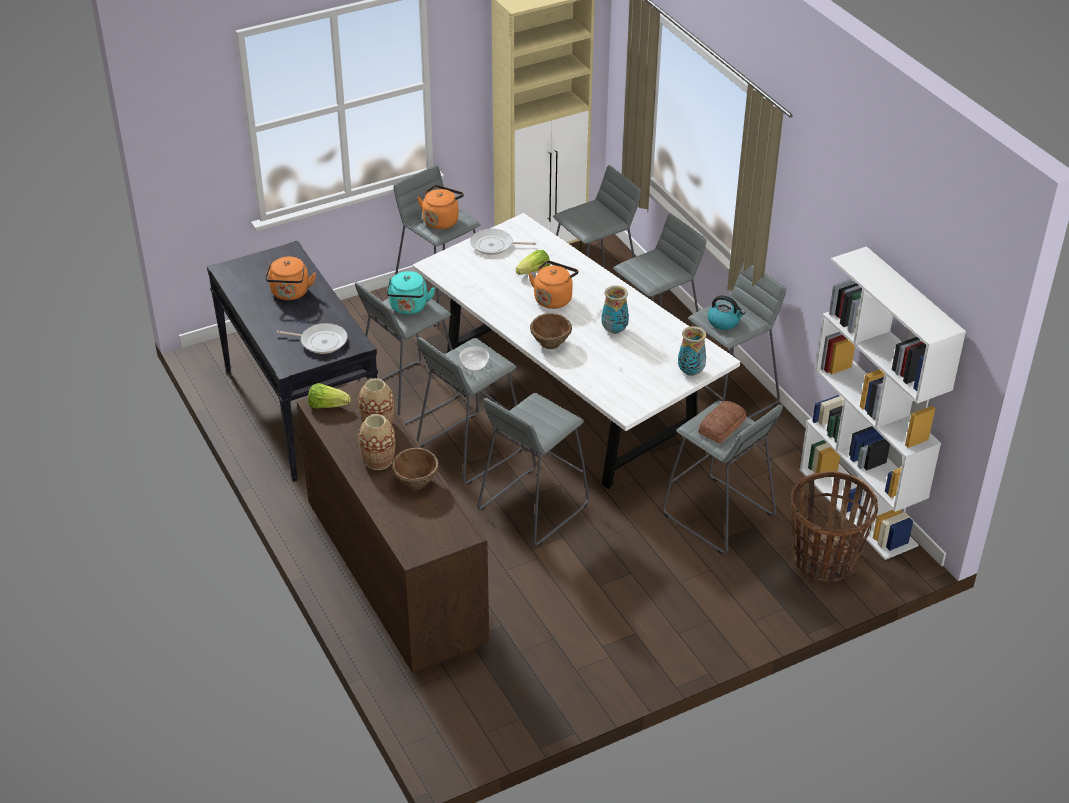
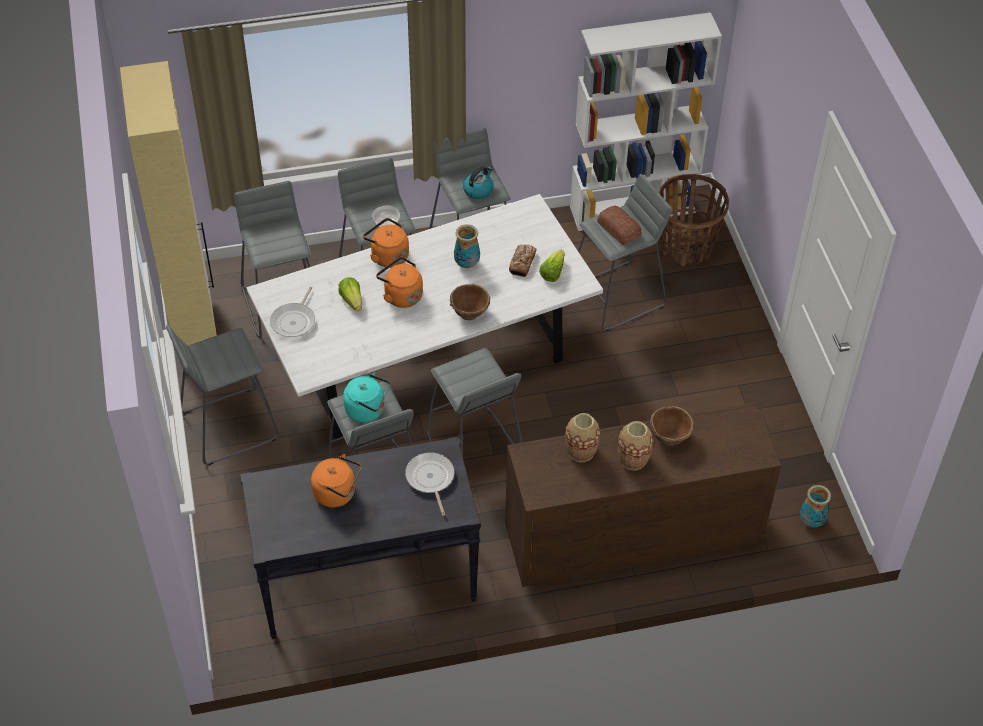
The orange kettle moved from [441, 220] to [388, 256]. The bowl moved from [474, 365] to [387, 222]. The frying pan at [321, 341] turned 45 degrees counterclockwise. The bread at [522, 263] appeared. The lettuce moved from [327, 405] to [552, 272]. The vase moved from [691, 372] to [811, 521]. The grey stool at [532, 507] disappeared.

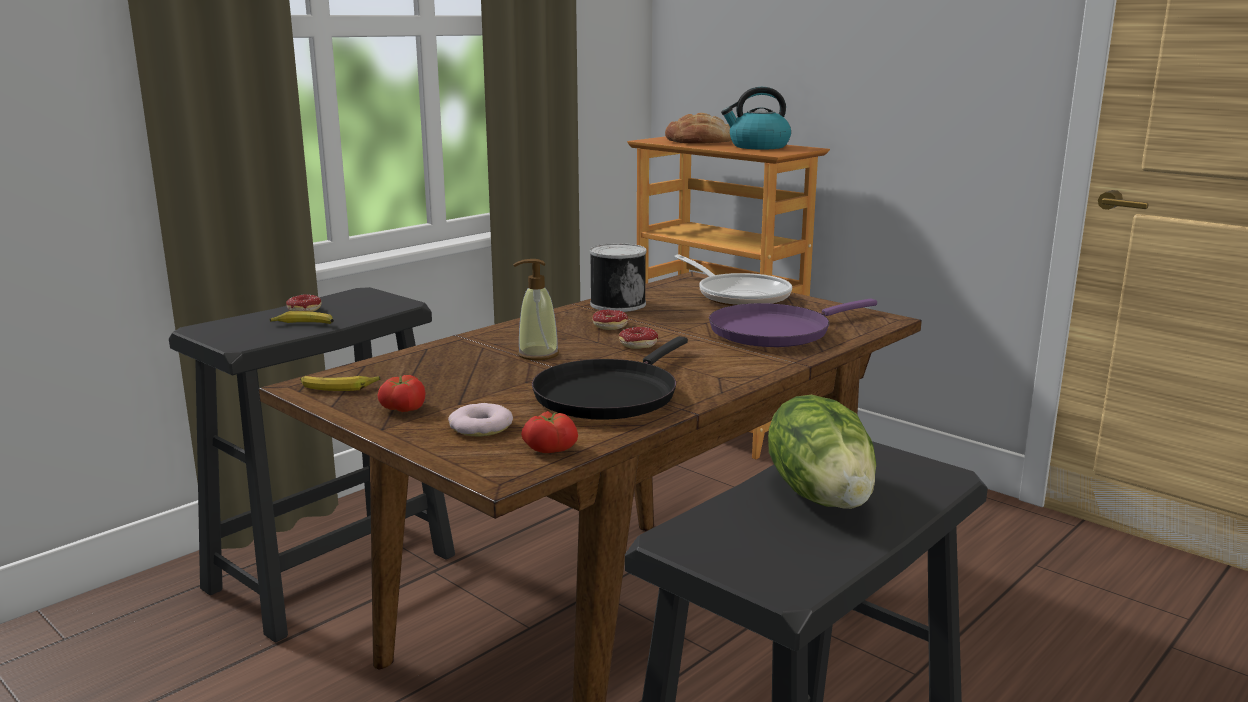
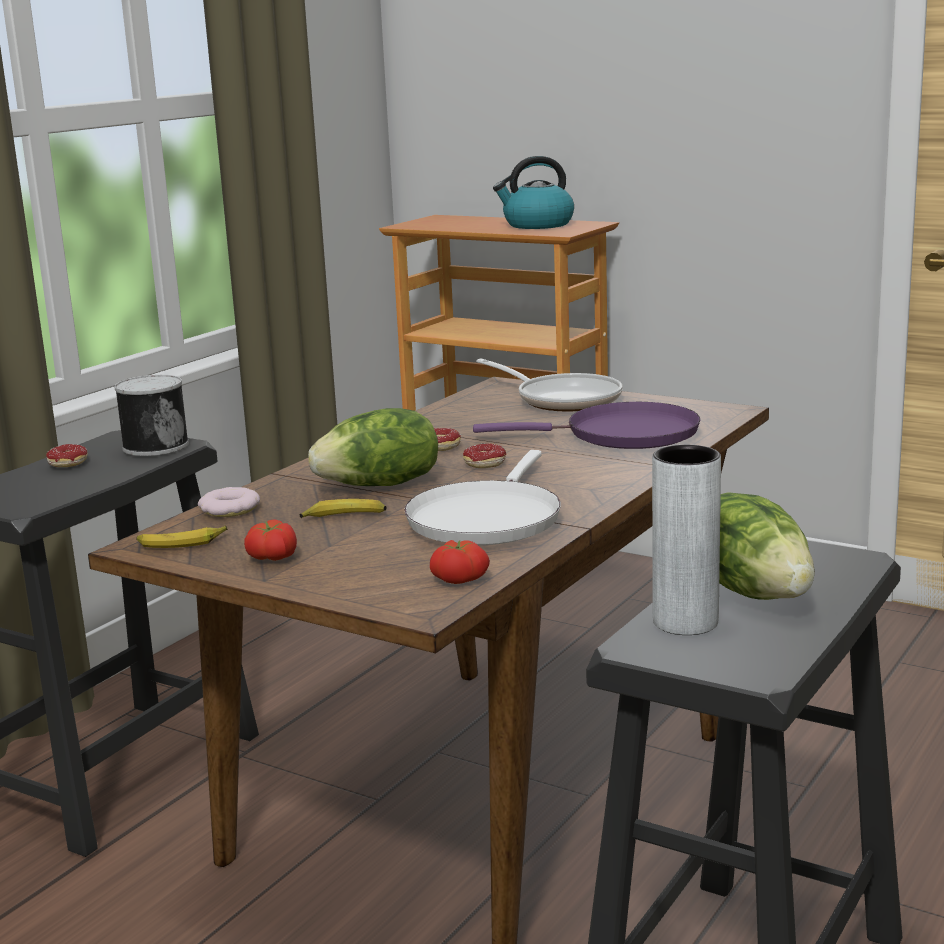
The can moved from [617, 304] to [155, 445]. The donut moved from [481, 427] to [230, 509]. The banana moved from [304, 324] to [344, 516]. The soap dispenser at [538, 354] was replaced by the lettuce at [381, 485]. The black frying pan at [609, 394] became the white frying pan at [486, 519]. The purple frying pan at [775, 331] turned 135 degrees counterclockwise. The grey vase at [685, 622] appeared. The bread at [699, 141] disappeared.

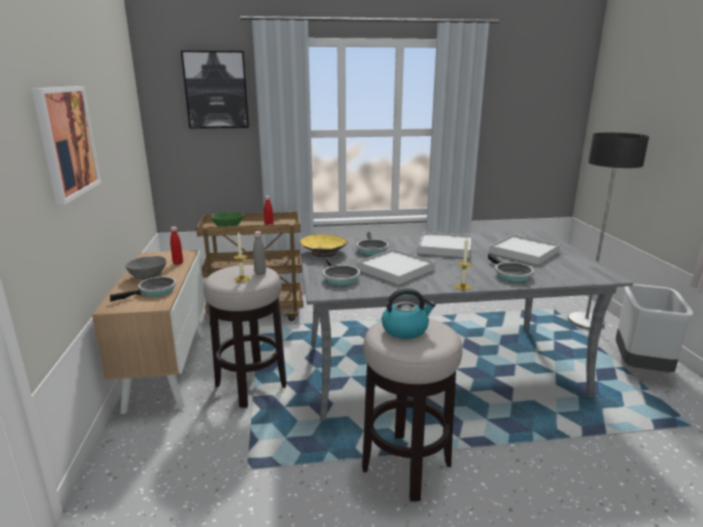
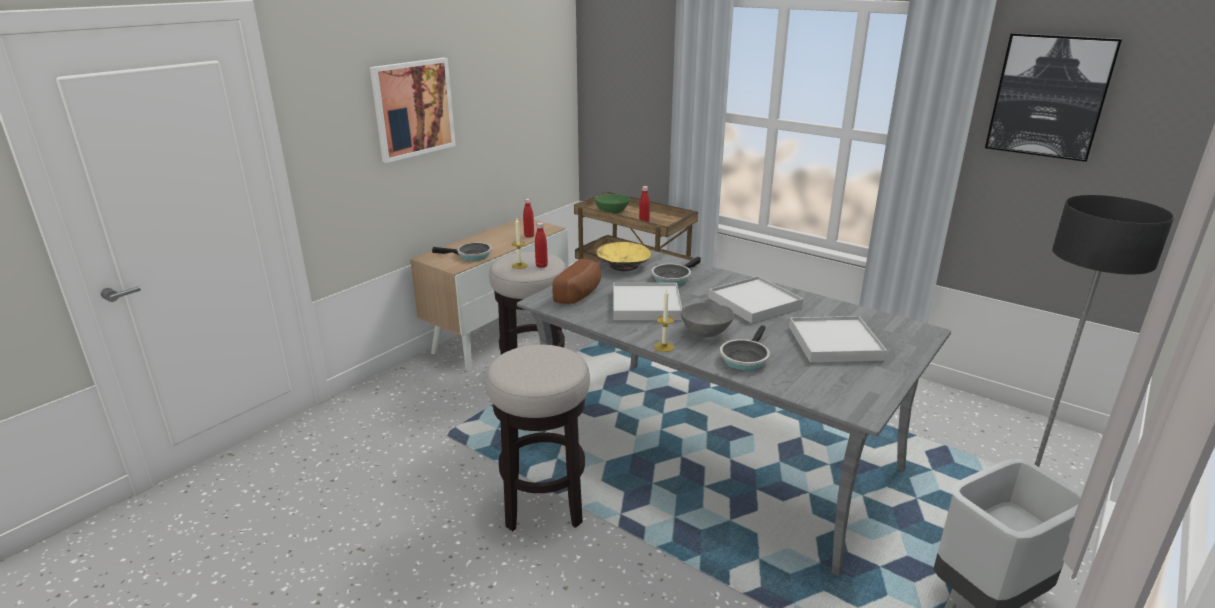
The grey bottle at [260, 273] became the red bottle at [541, 266]. The frying pan at [339, 278] was replaced by the bread at [580, 294]. The grey bowl moved from [148, 277] to [706, 332]. The picture moved from [216, 90] to [1049, 96]. The kettle at [405, 329] disappeared.

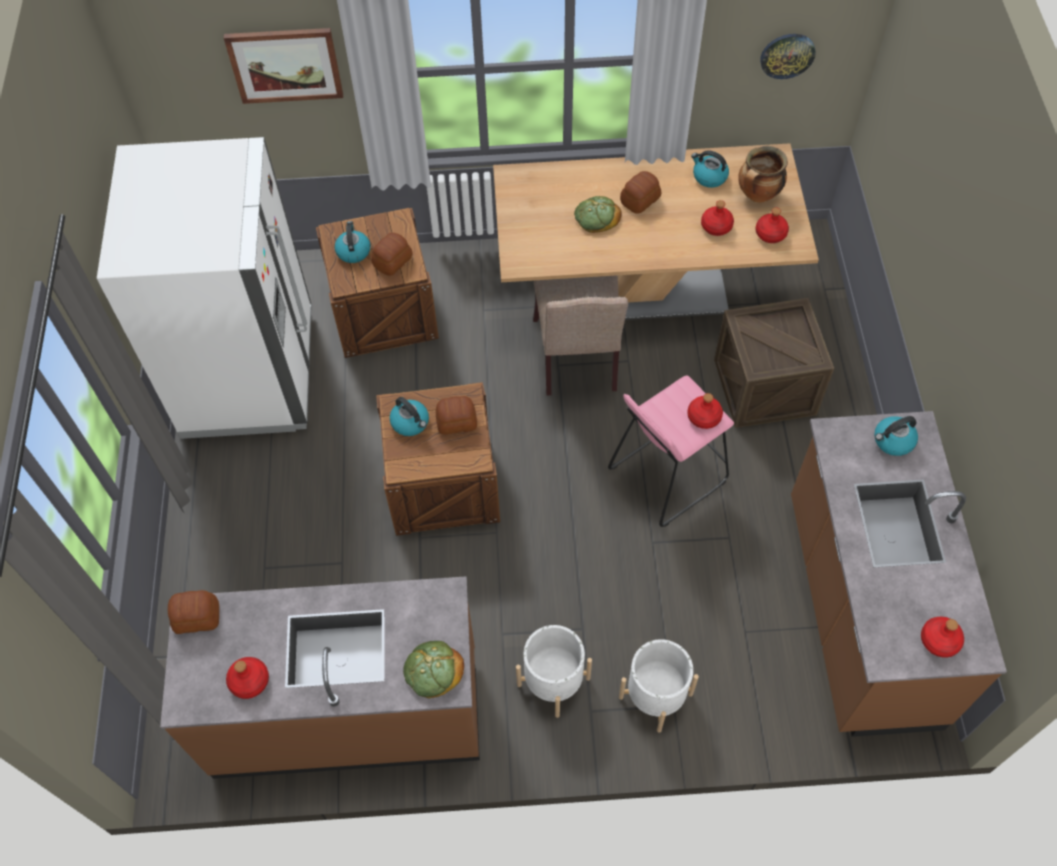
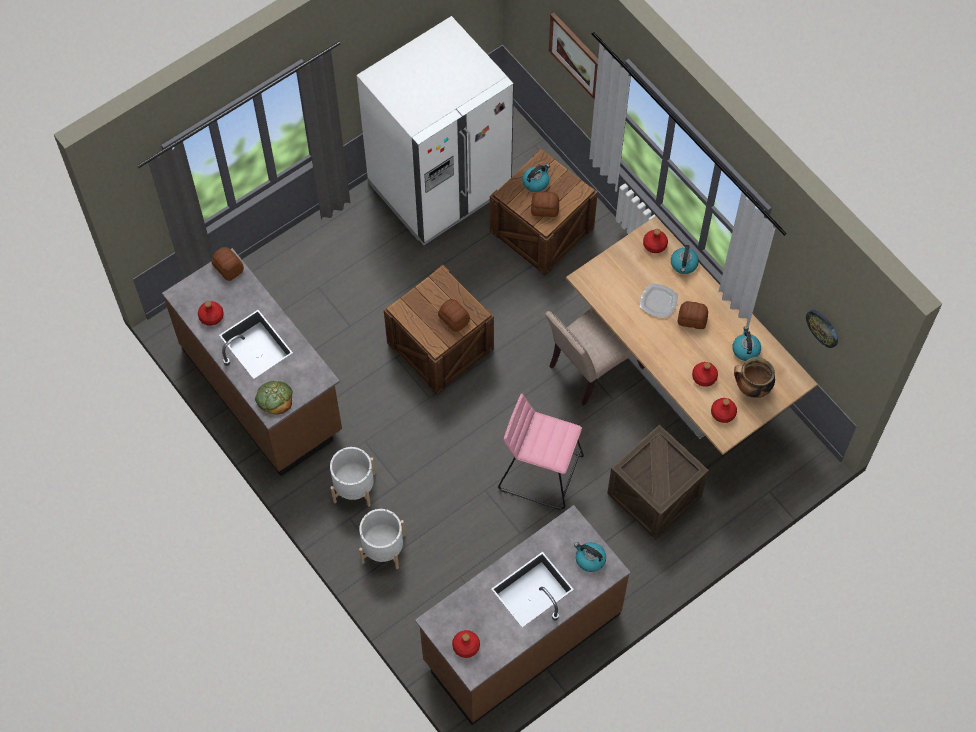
The bread at [596, 216] was replaced by the plate at [658, 301]. The red bottle moved from [704, 417] to [655, 244]. The kettle moved from [411, 423] to [684, 264].

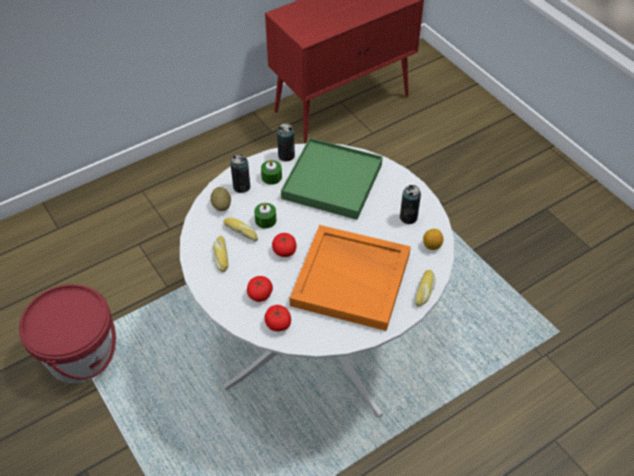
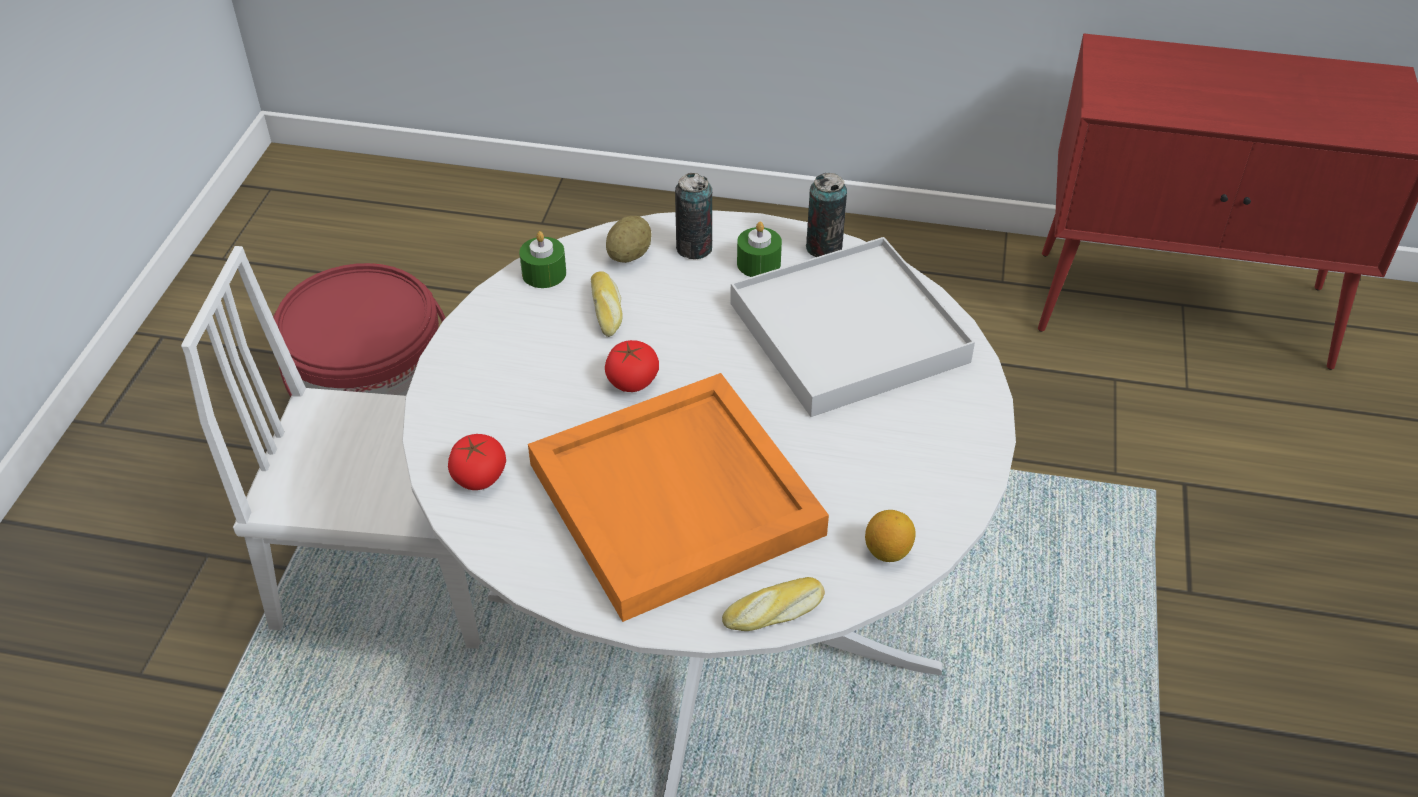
The white chair at [397, 570] appeared. The green candle moved from [265, 220] to [544, 273]. The green tray at [332, 181] became the white tray at [849, 333]. The bread at [220, 256] disappeared. The tomato at [259, 294] disappeared. The can at [408, 217] disappeared.

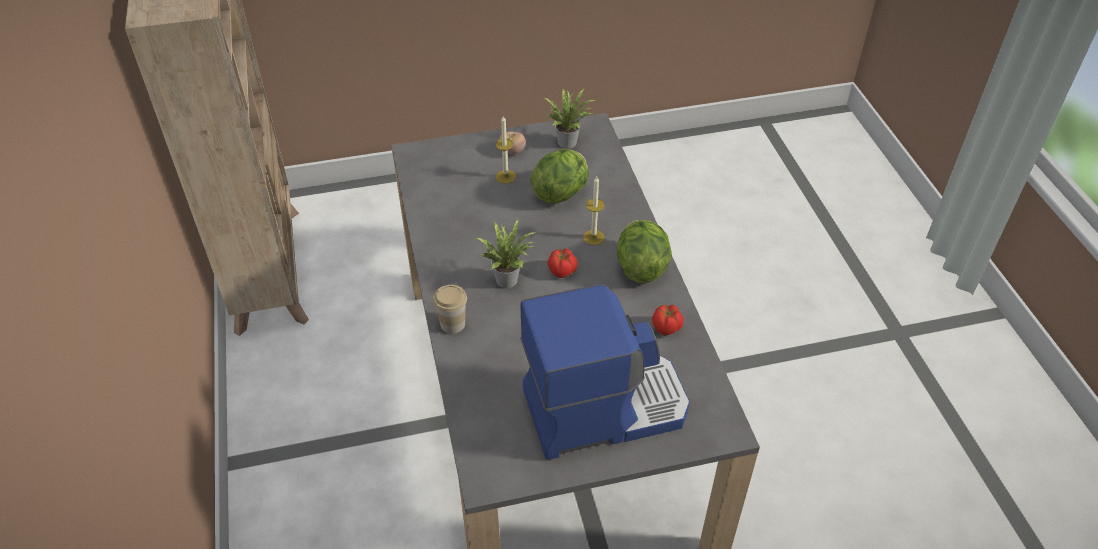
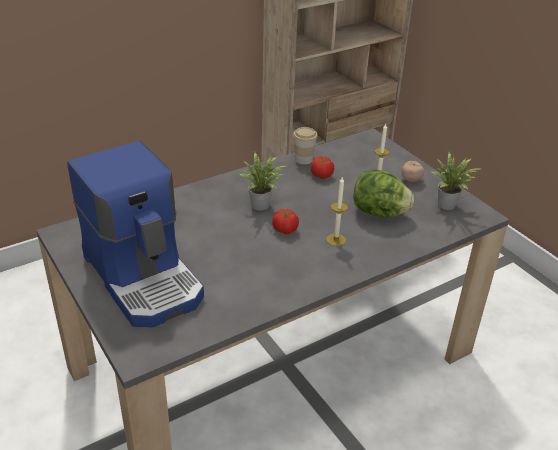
The cup moved from [452, 324] to [304, 159]. The tomato moved from [667, 328] to [321, 175]. The lettuce at [640, 267] disappeared.

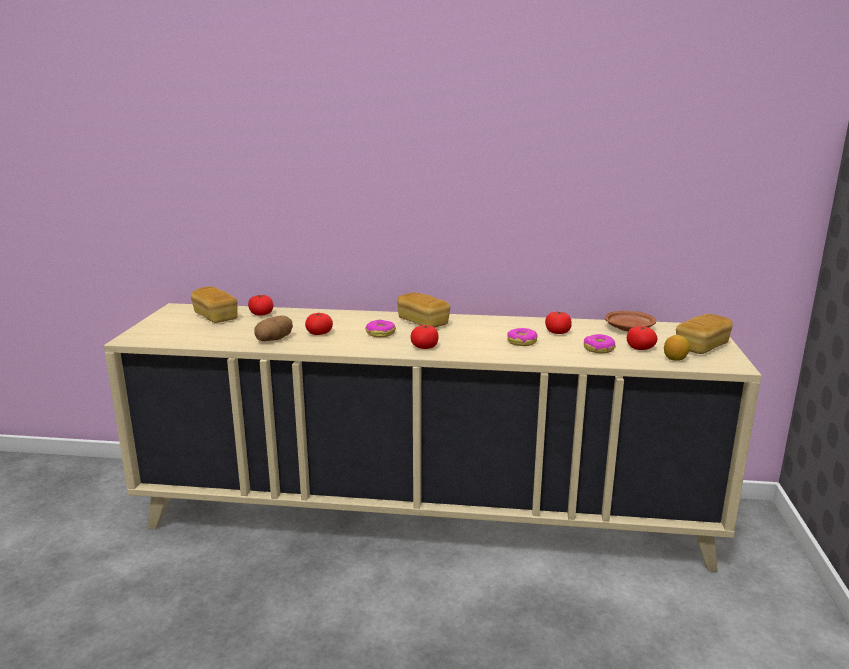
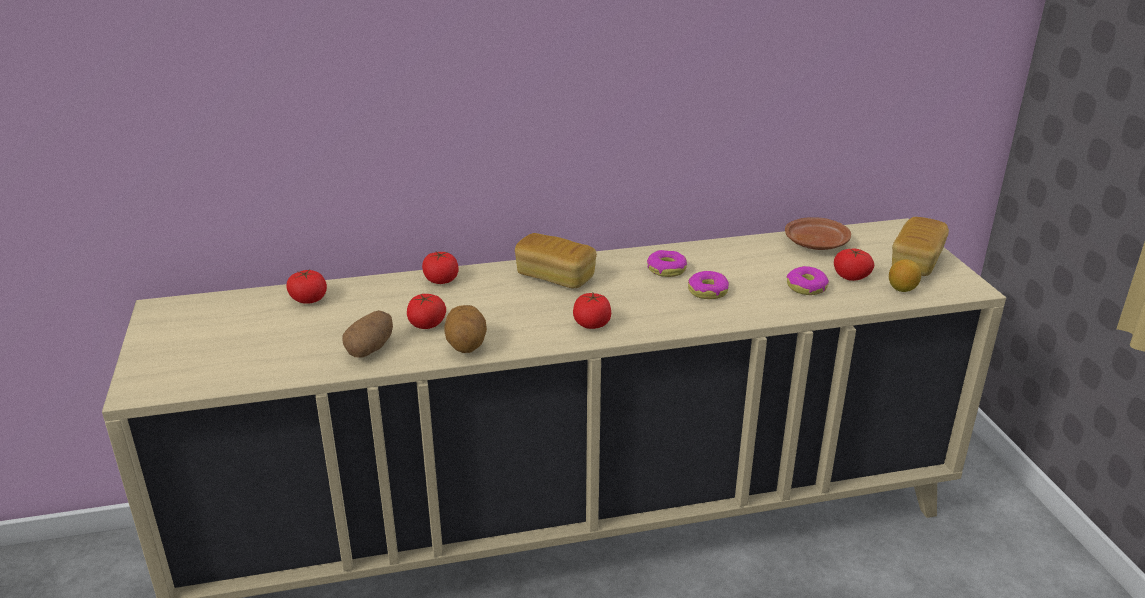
The tomato moved from [557, 332] to [441, 279]. The potato at [466, 346] appeared. The donut moved from [380, 333] to [666, 269]. The bread at [215, 317] disappeared.

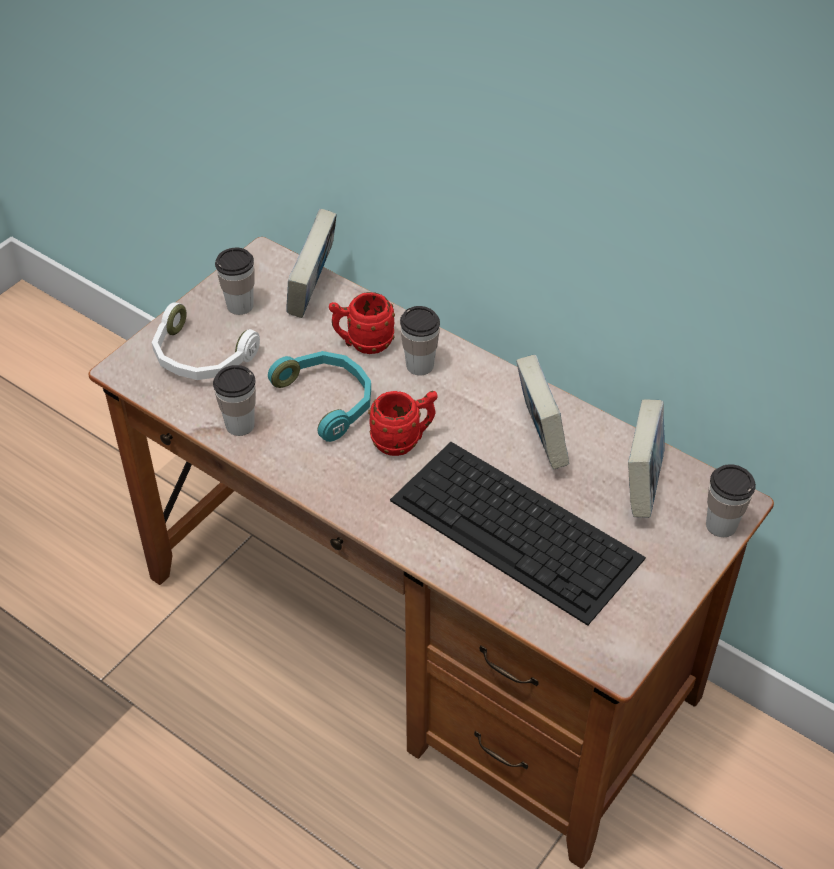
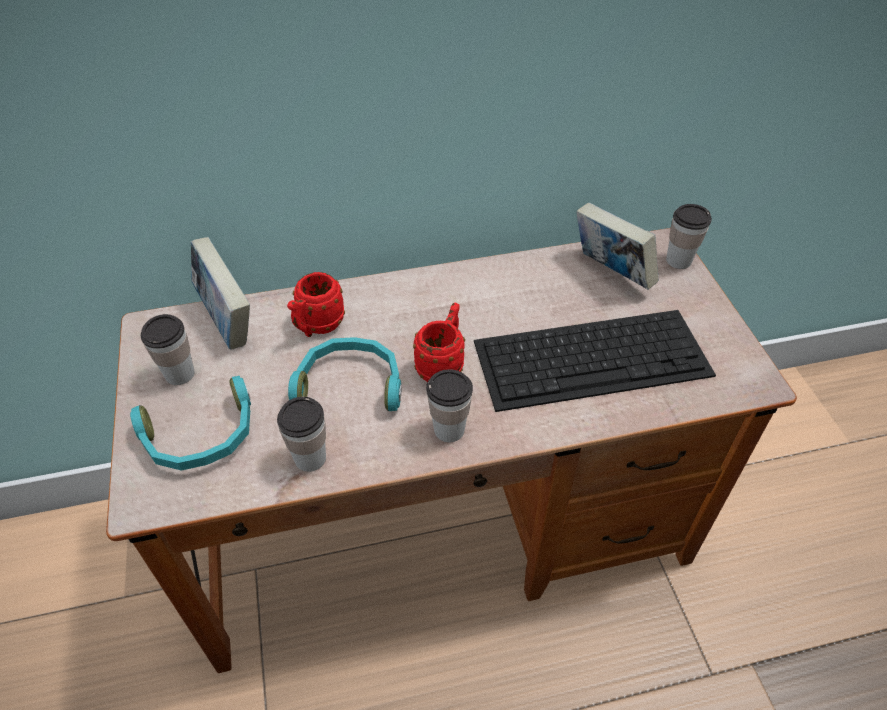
The white headphones at [200, 357] became the turquoise headphones at [201, 438]. The cup moved from [419, 365] to [449, 430]. The book at [540, 439] disappeared.

